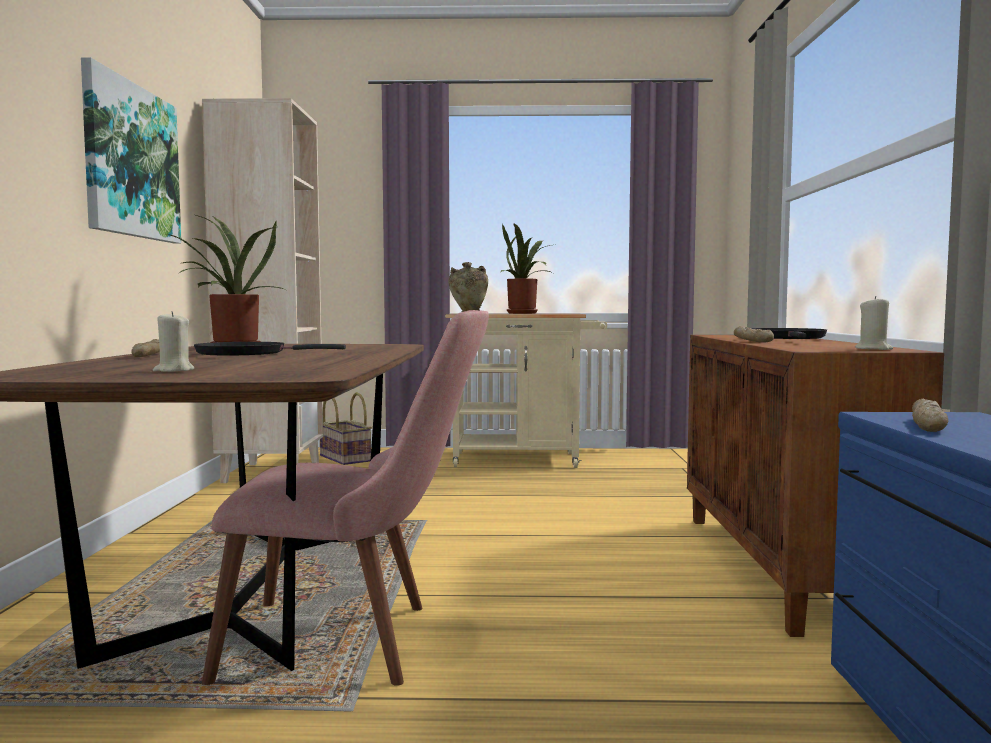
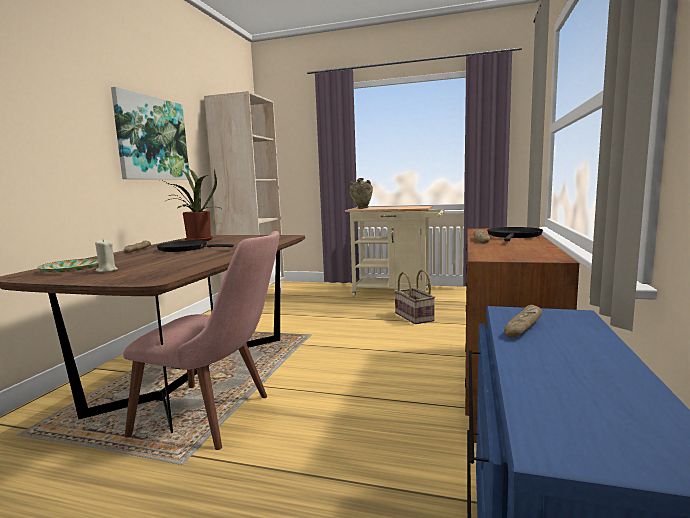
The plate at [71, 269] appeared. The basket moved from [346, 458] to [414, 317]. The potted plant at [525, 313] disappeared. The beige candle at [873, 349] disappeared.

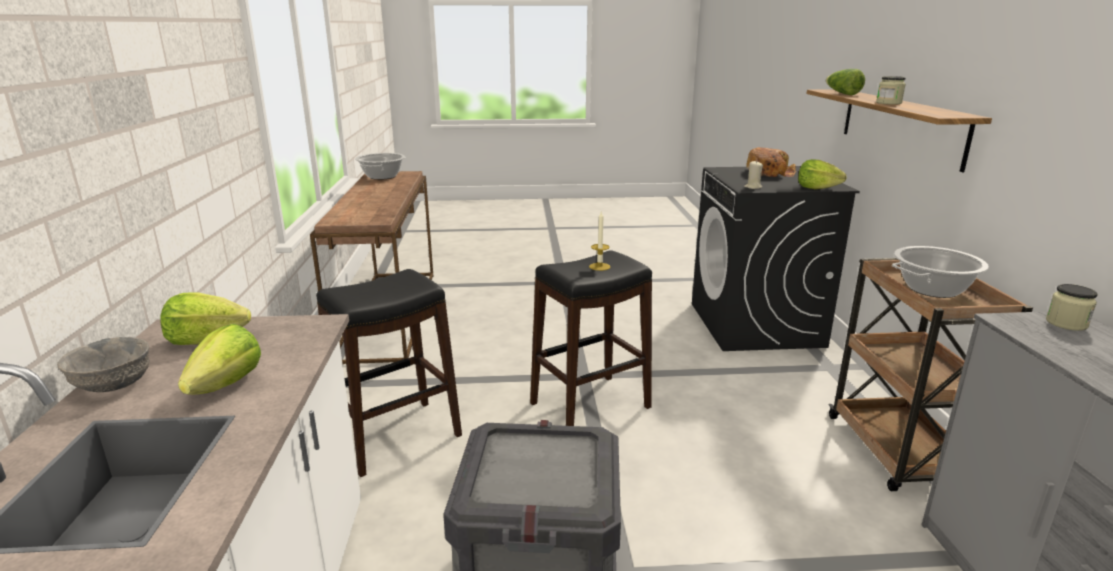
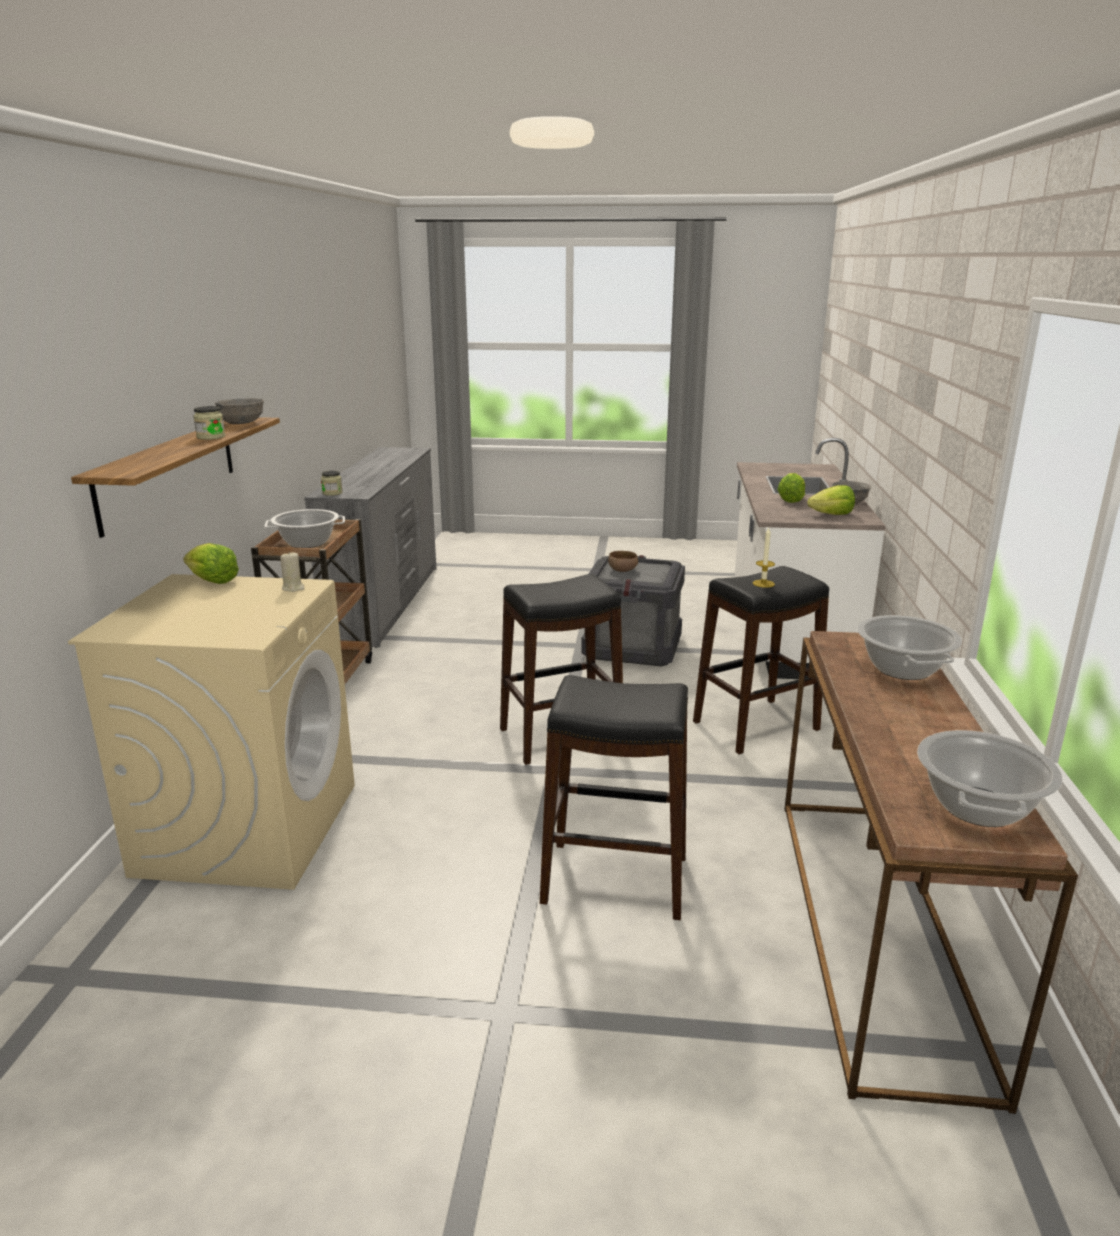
The black washing machine at [756, 325] became the beige washing machine at [249, 828]. The grey bowl at [241, 423] appeared. The black stool at [614, 880] appeared. The brown bowl at [623, 570] appeared. The candle moved from [599, 266] to [763, 583]. The cooking pot at [902, 669] appeared. The bread at [770, 172] disappeared. The lettuce at [842, 94] disappeared.

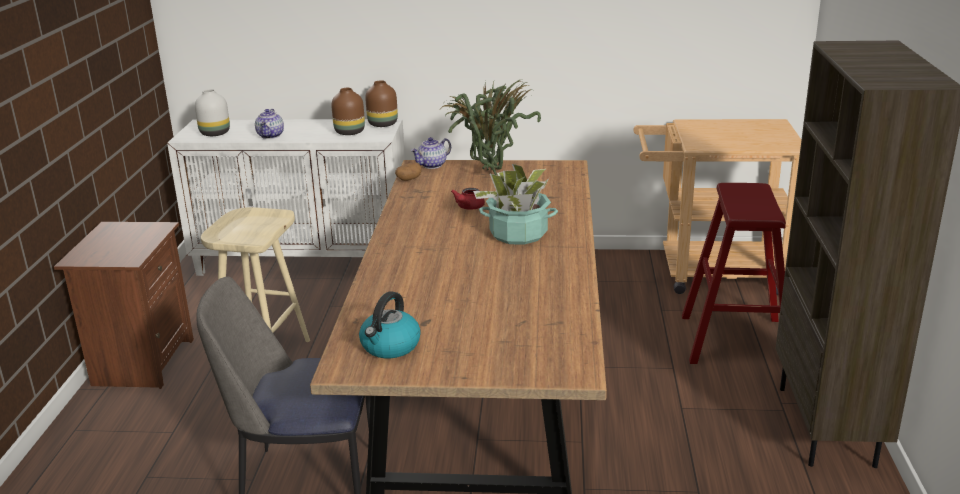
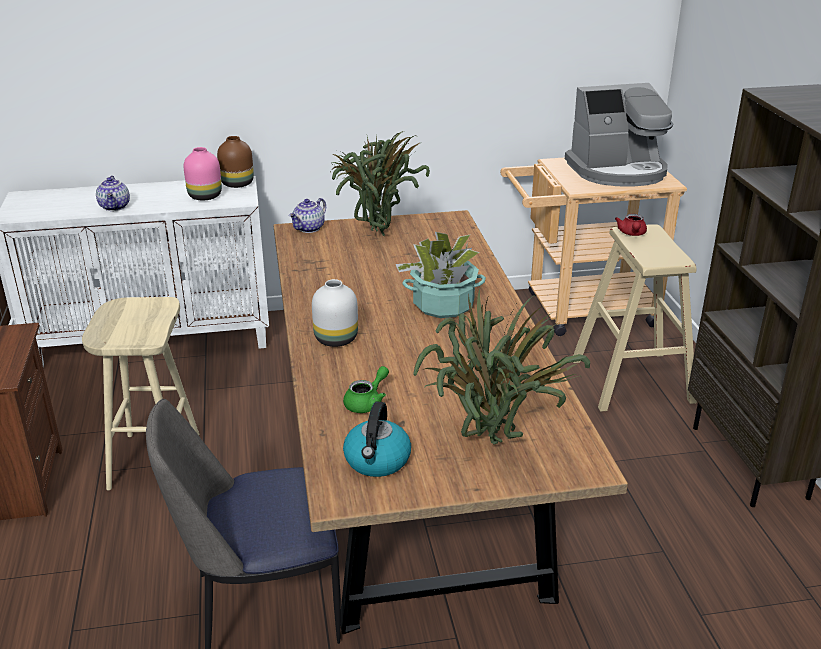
The brown vase at [349, 132] became the pink vase at [204, 196]. The white vase moved from [215, 133] to [335, 338]. The green teapot at [367, 402] appeared. The potted plant at [489, 447] appeared. The coffee machine at [618, 171] appeared. The red stool at [735, 340] became the beige stool at [632, 381]. The red teapot moved from [468, 207] to [631, 234]. The potato at [408, 179] disappeared.

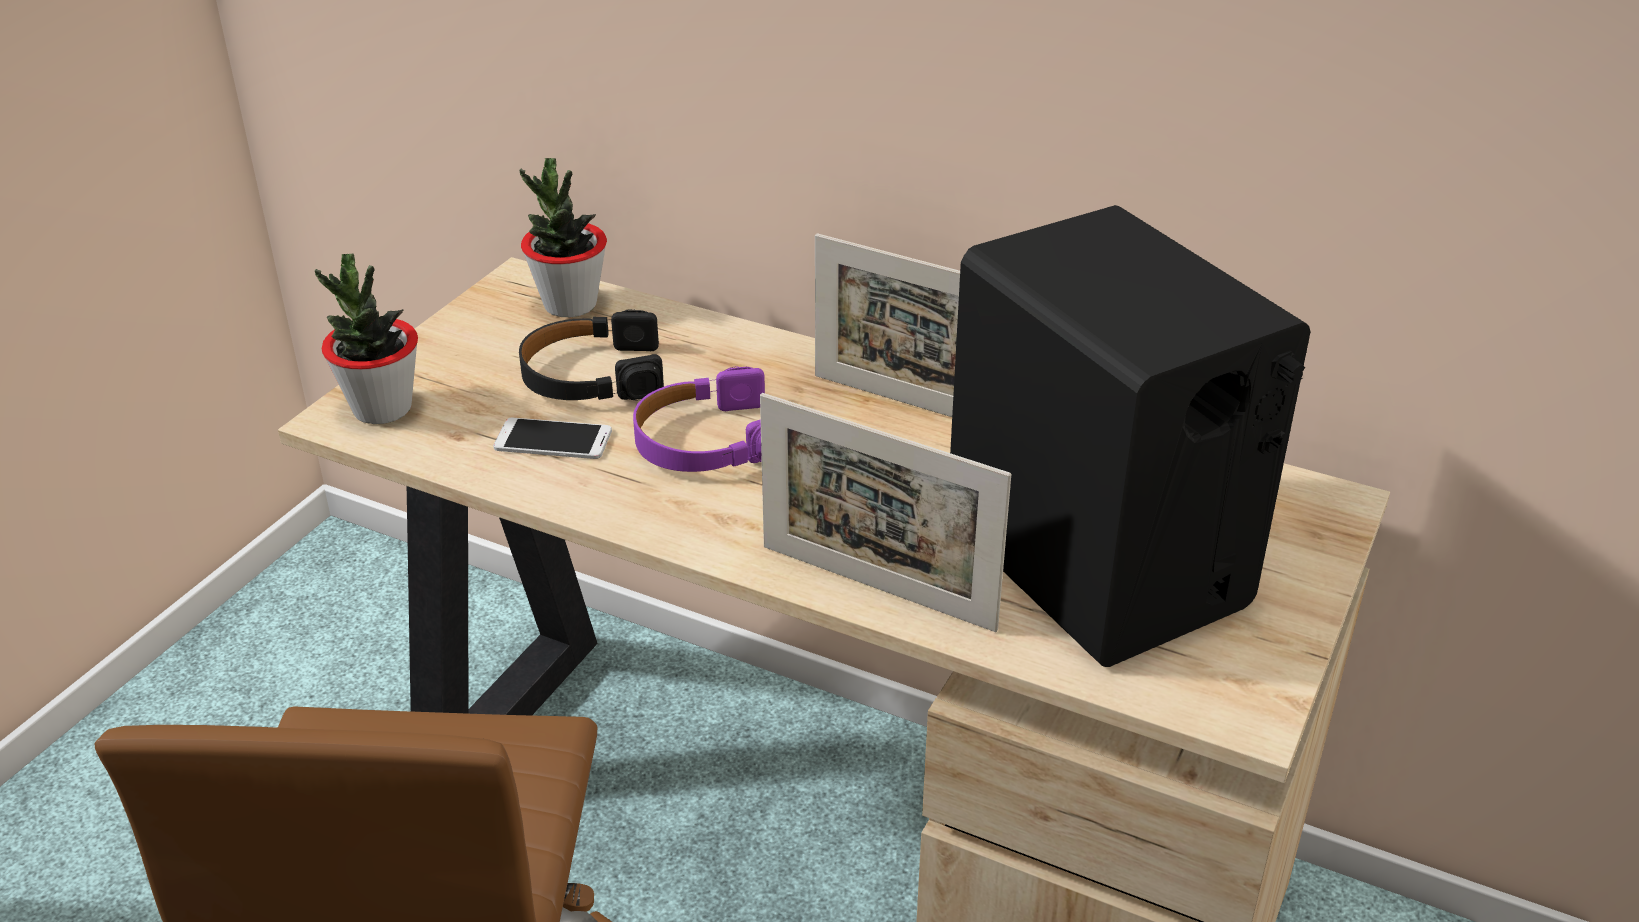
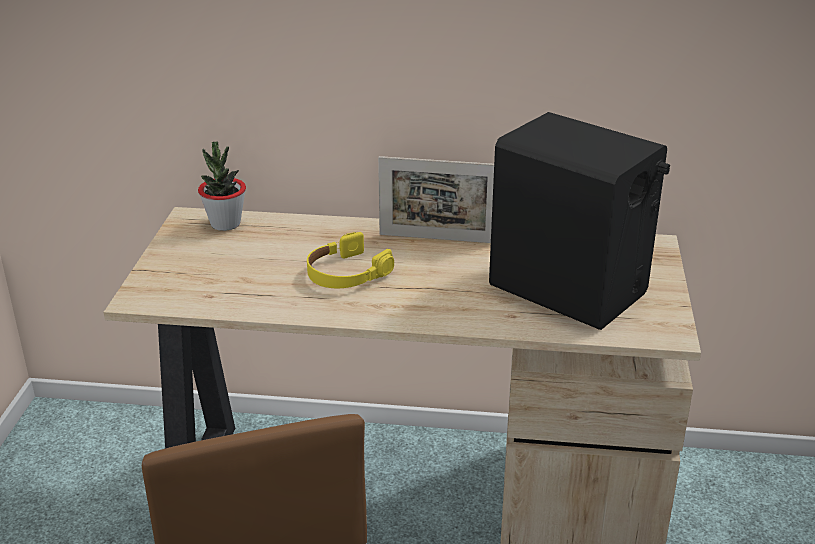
The purple headphones at [708, 442] became the yellow headphones at [346, 273]. The potted plant at [382, 409] disappeared. The phone at [553, 440] disappeared. The black headphones at [592, 376] disappeared. The picture frame at [877, 587] disappeared.

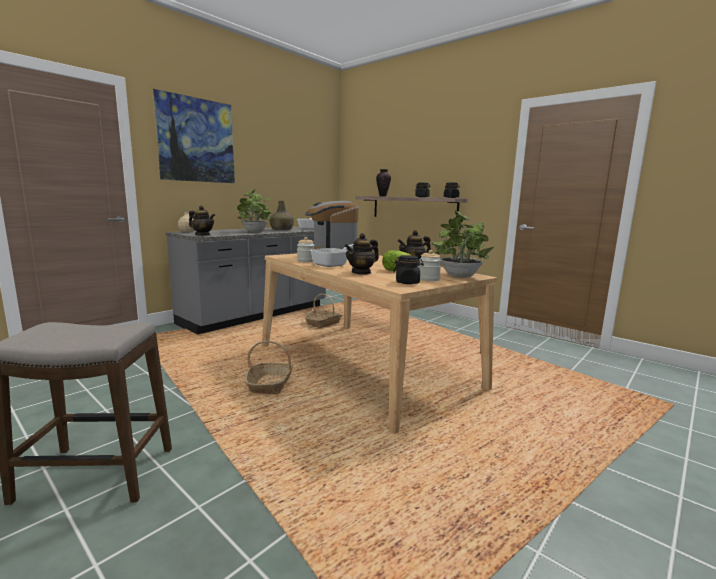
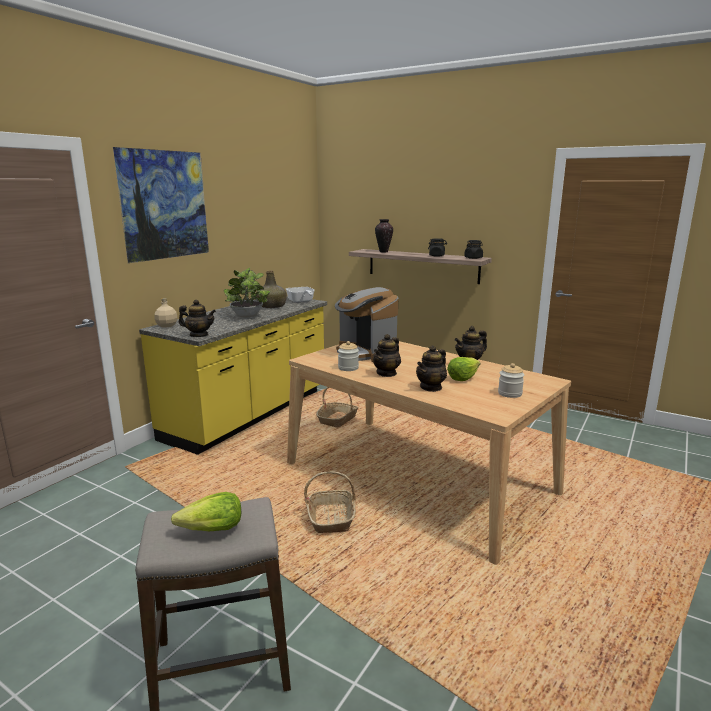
The grey counter at [257, 315] became the yellow counter at [249, 414]. The lettuce at [212, 530] appeared. The frying pan at [334, 264] was replaced by the teapot at [386, 373]. The black jar at [407, 282] disappeared. The potted plant at [459, 275] disappeared.

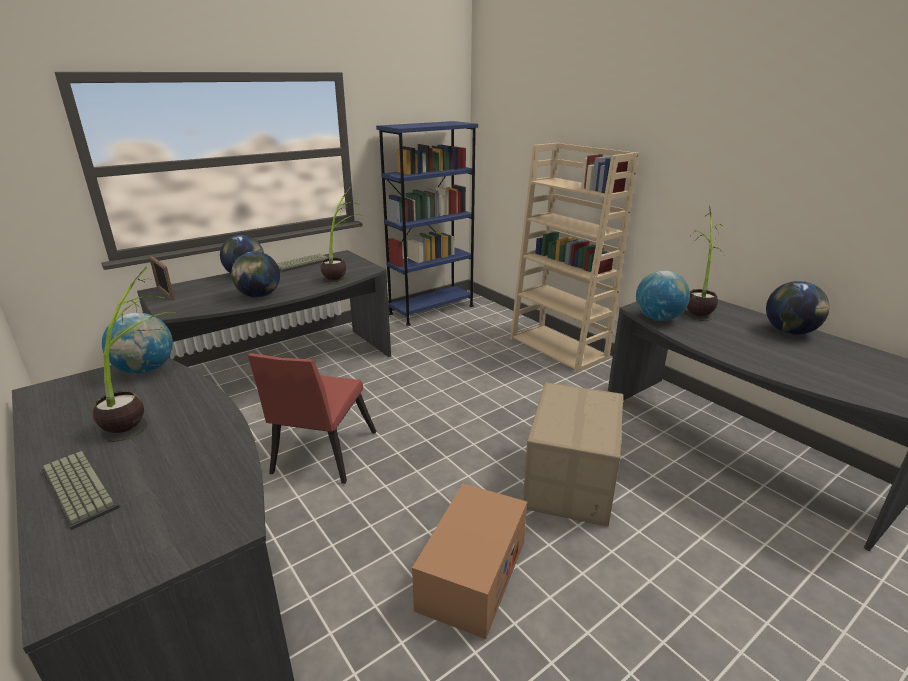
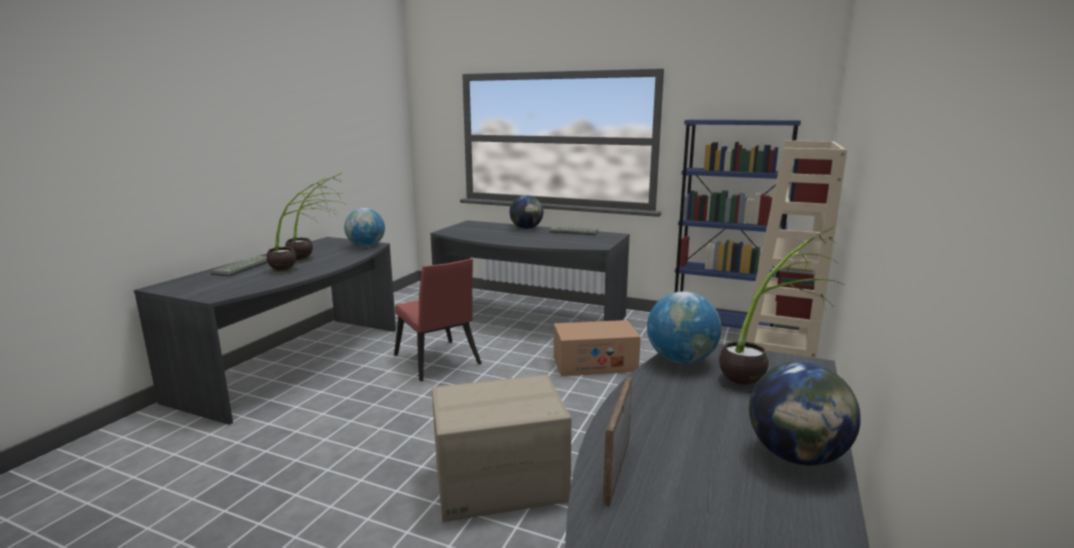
The potted plant moved from [342, 275] to [300, 269]. The red chair at [320, 456] turned 105 degrees counterclockwise. The cardboard box moved from [472, 574] to [594, 363]. The picture frame moved from [165, 293] to [616, 470]. The globe at [259, 296] disappeared.

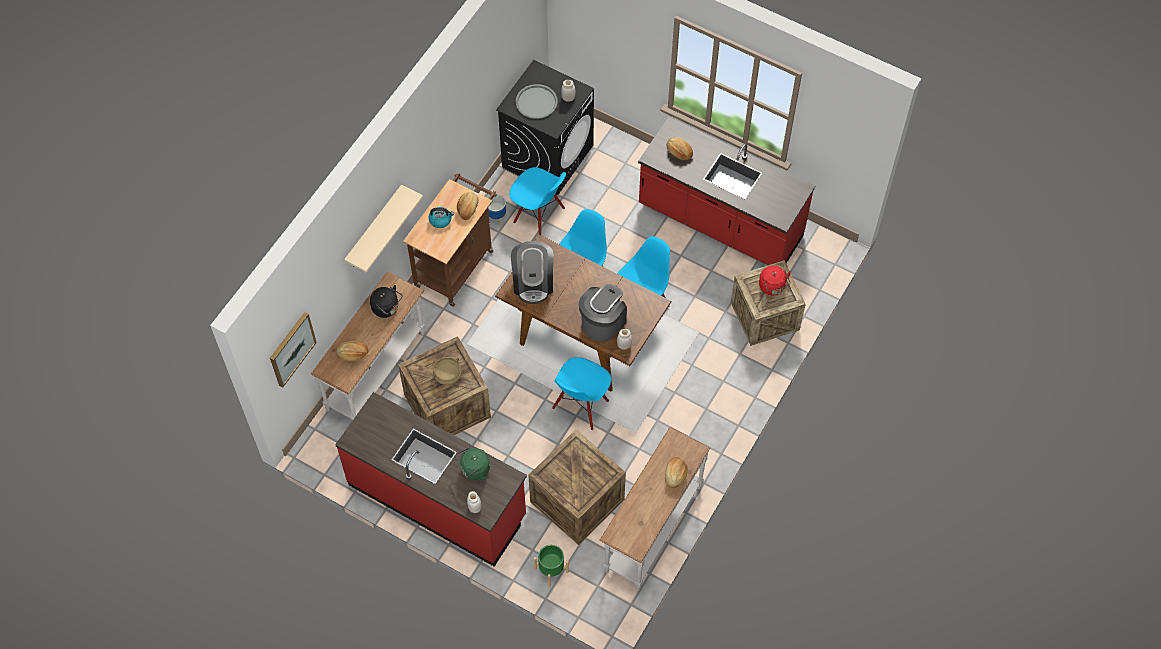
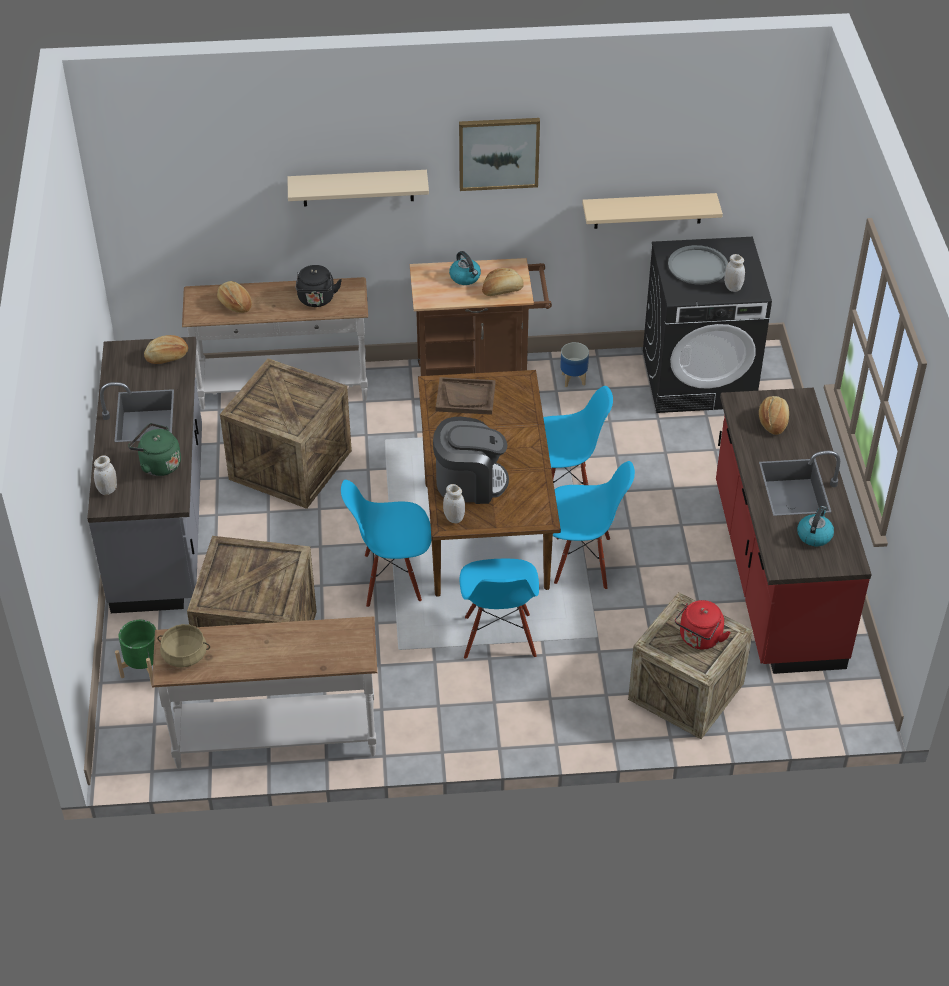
The red counter at [437, 500] became the grey counter at [161, 520]. The bread moved from [675, 475] to [167, 357]. The beige cooking pot moved from [447, 374] to [185, 655]. The coffee machine at [533, 282] was replaced by the brown tray at [465, 397]. The picture moved from [291, 349] to [498, 153]. The blue chair moved from [539, 216] to [499, 637]. The beige shelf at [648, 210] appeared. The kettle at [814, 535] appeared.

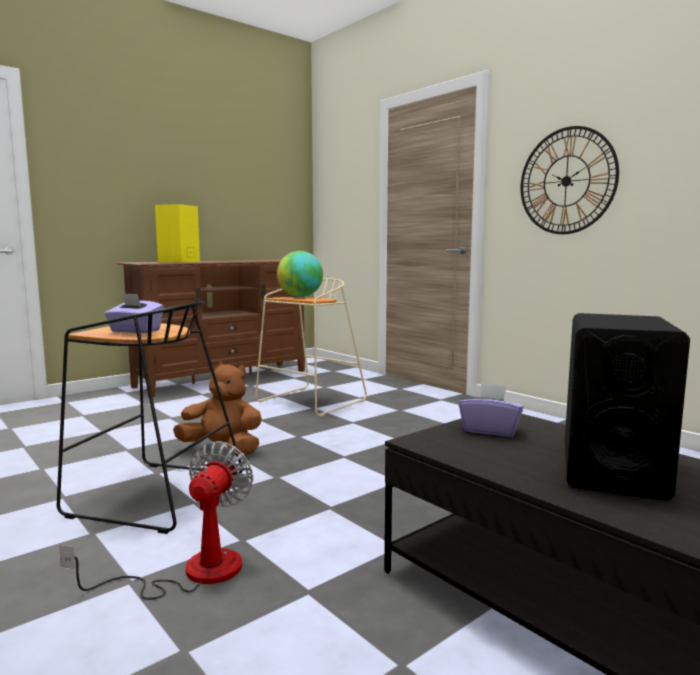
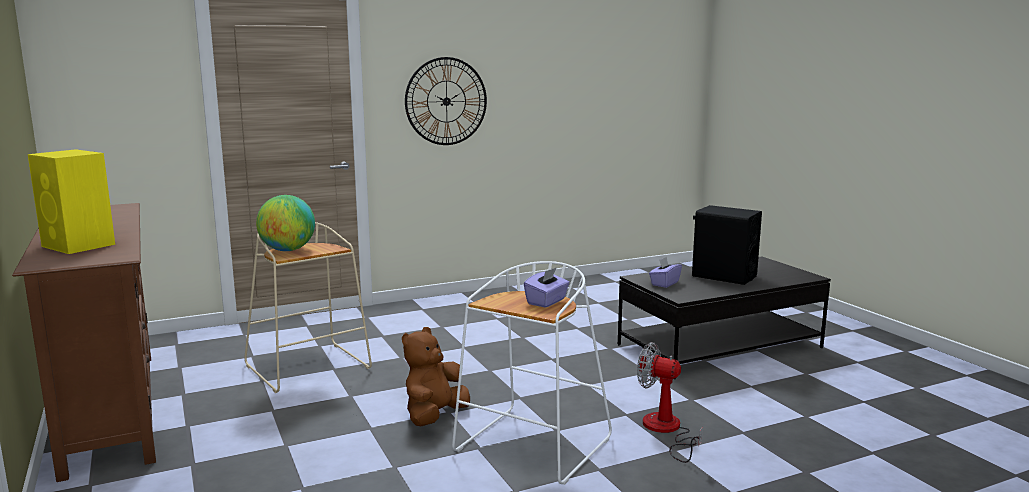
The black stool at [153, 495] became the white stool at [533, 447].

